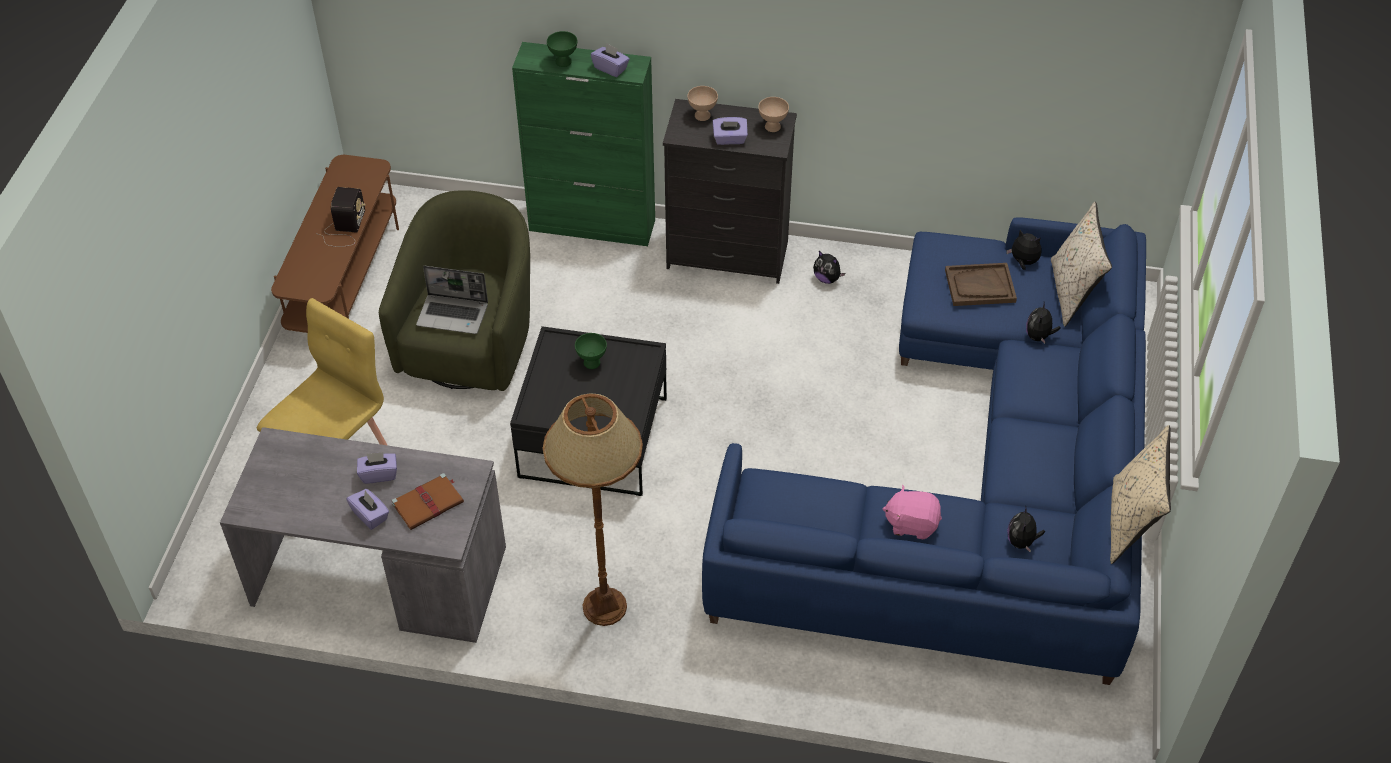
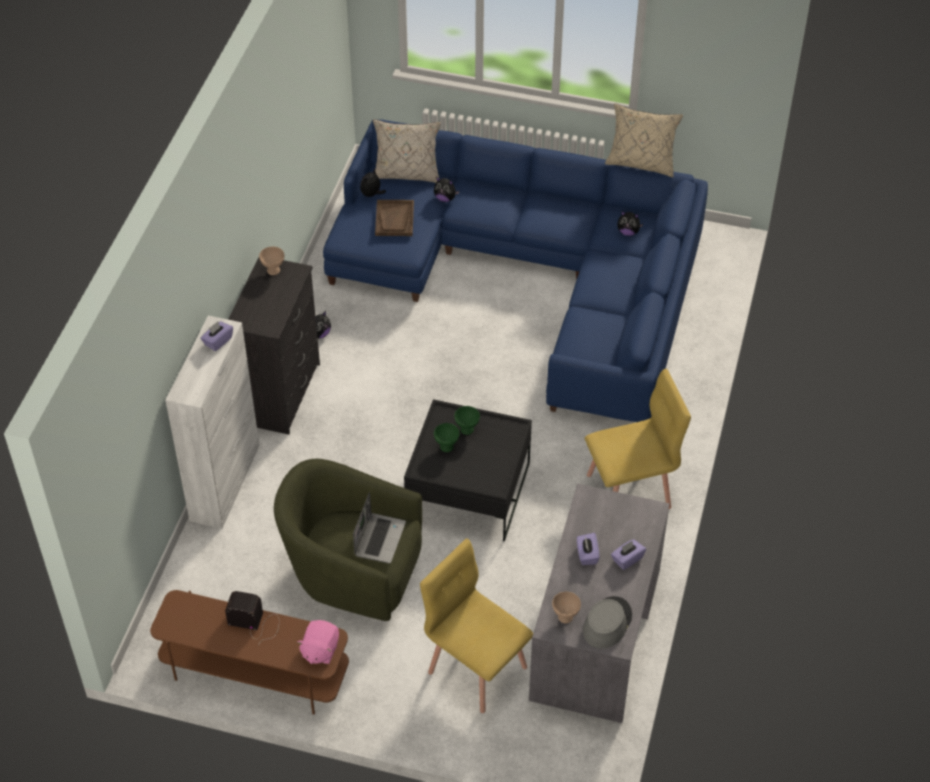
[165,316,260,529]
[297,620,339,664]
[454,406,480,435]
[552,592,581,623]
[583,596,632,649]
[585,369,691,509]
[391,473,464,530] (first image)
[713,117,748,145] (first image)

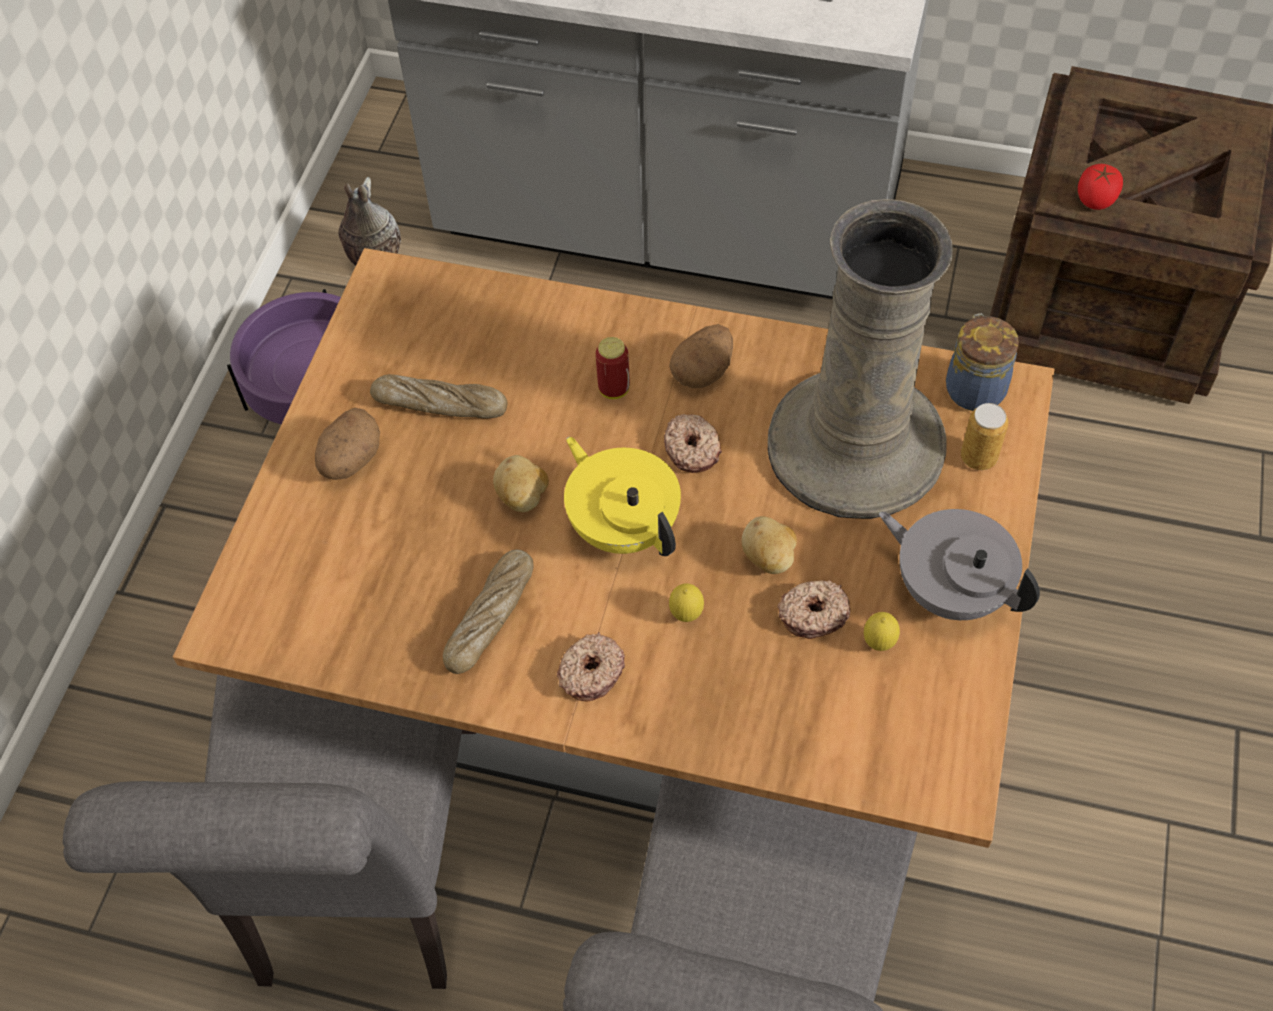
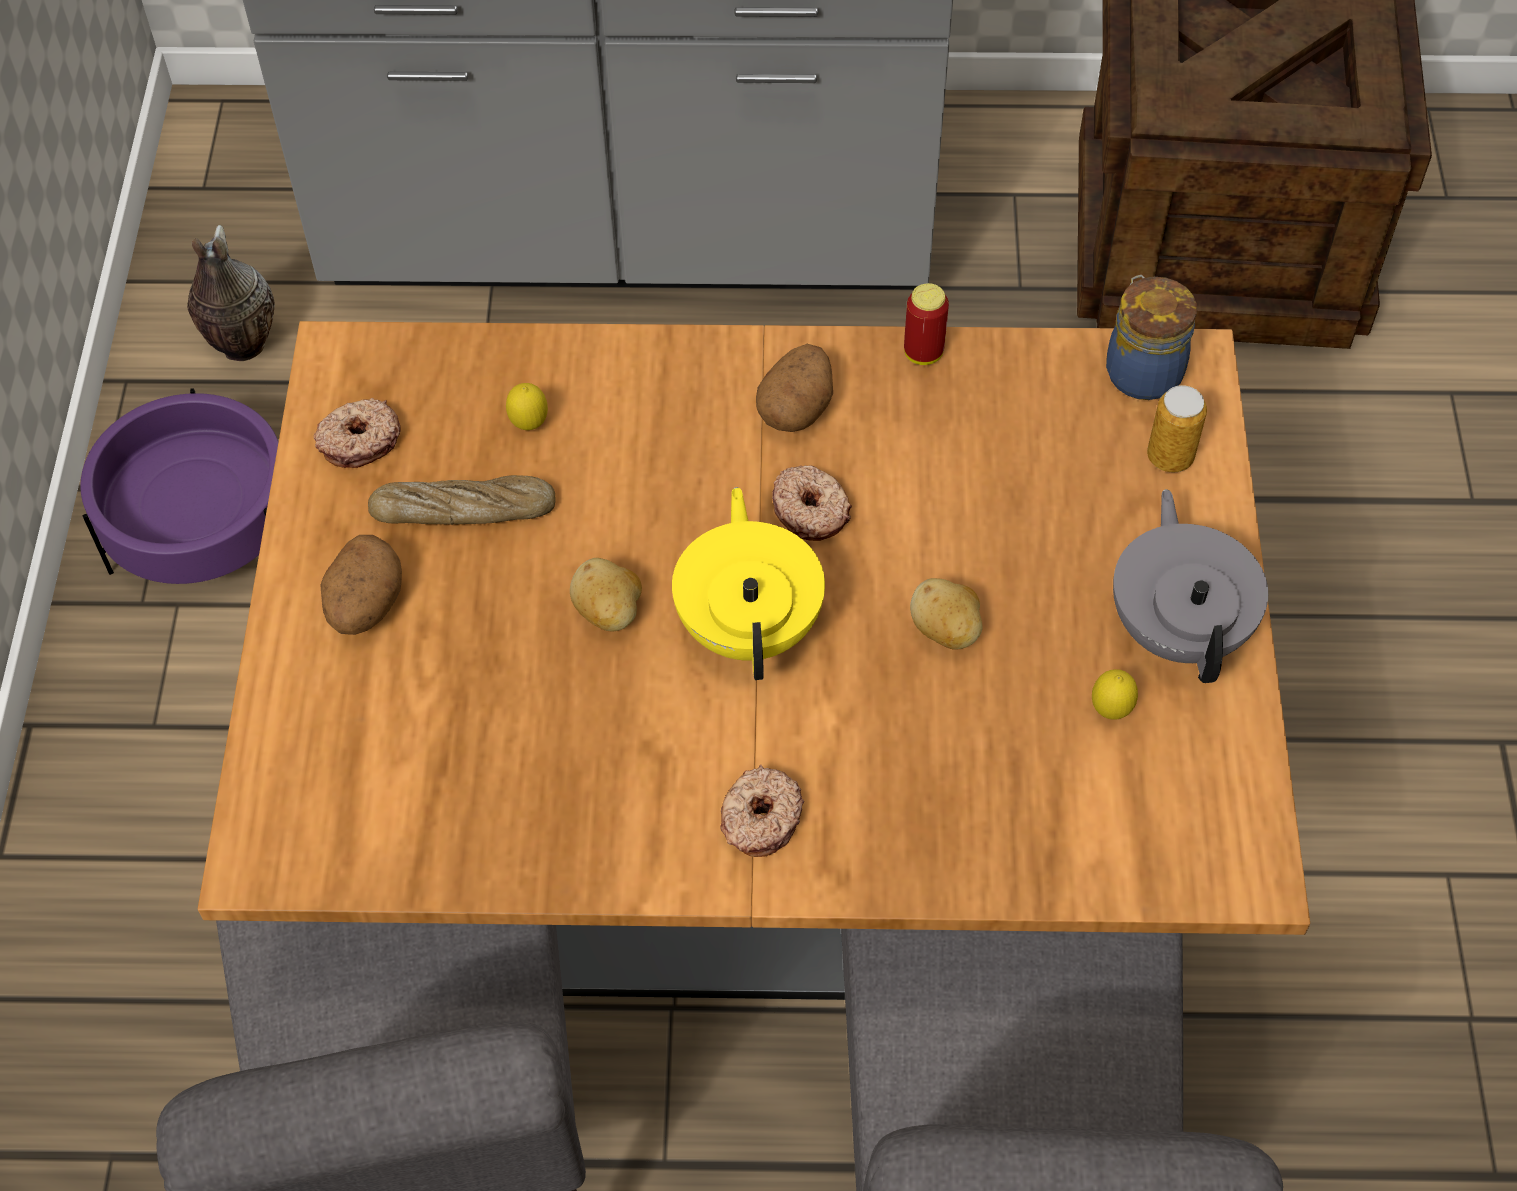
[313,398,400,468]
[506,383,548,430]
[672,487,825,680]
[904,283,949,365]
[1113,489,1268,683]
[443,549,534,674] (first image)
[768,199,953,519] (first image)
[1078,164,1123,210] (first image)

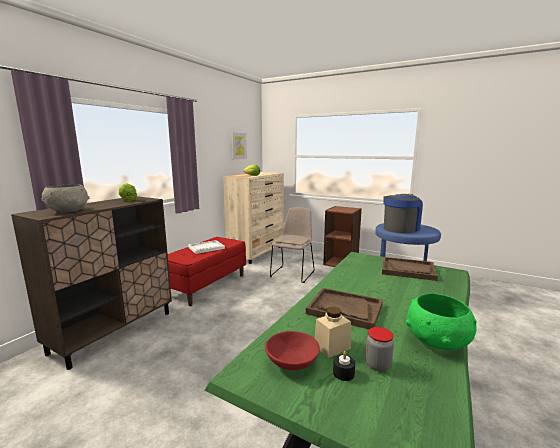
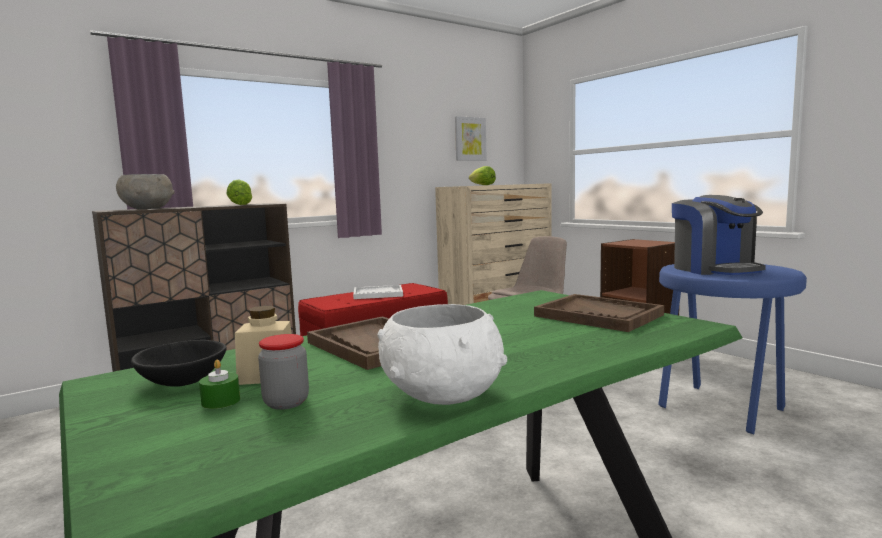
[131,340,227,387]
[199,360,240,409]
[377,304,507,405]
[672,195,766,275]

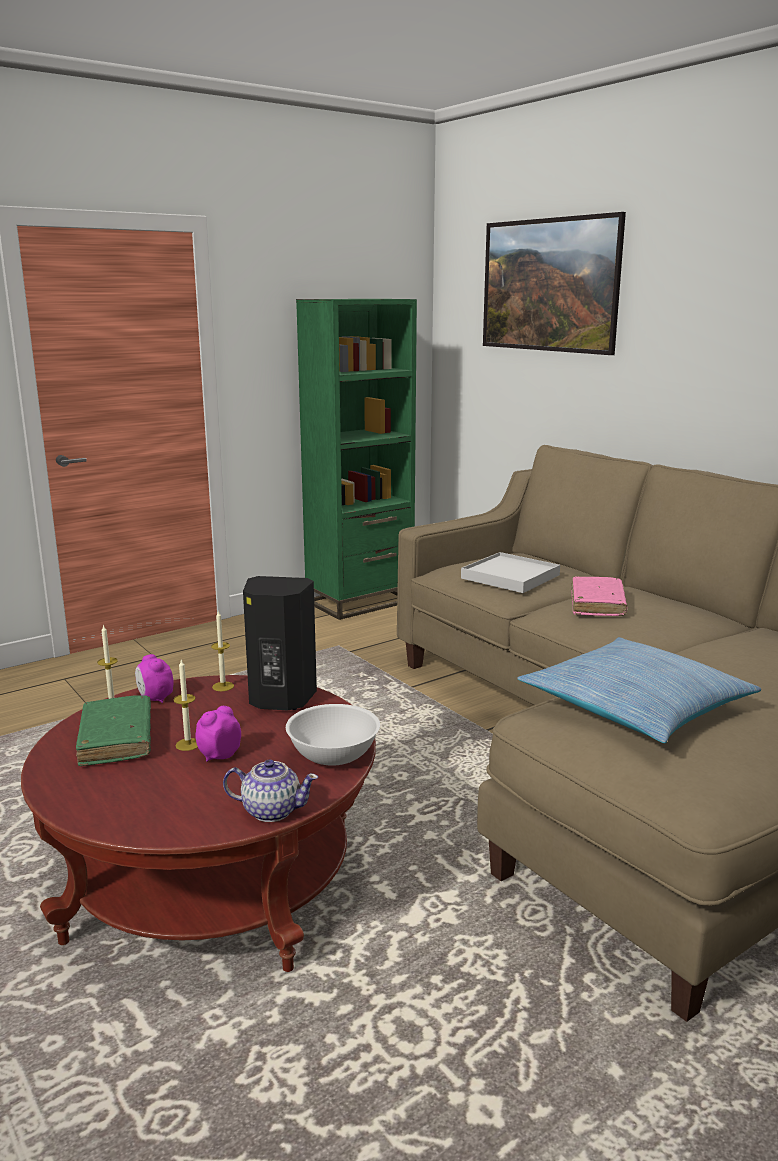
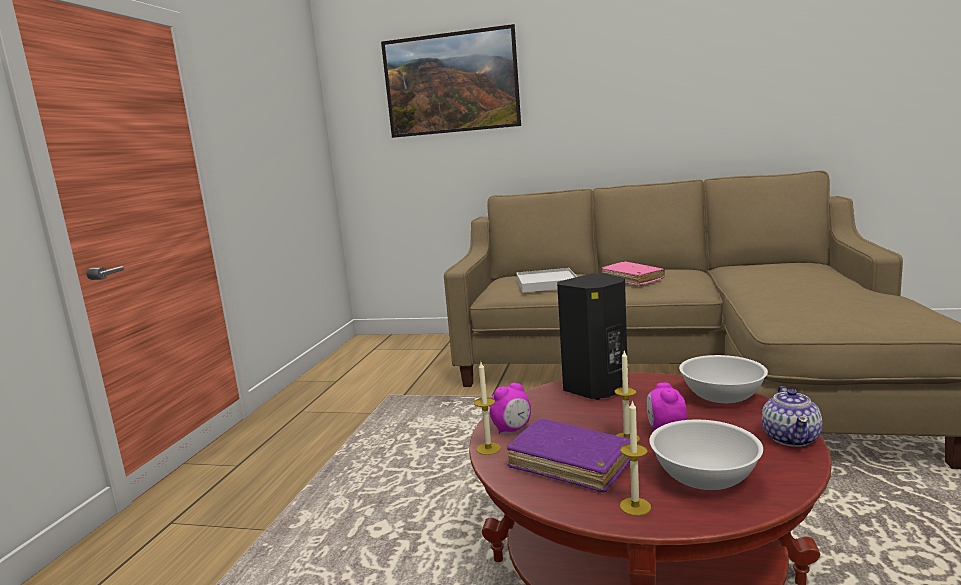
[490,383,531,433]
[507,419,630,492]
[620,400,651,516]
[649,420,763,490]
[762,386,822,447]
[296,299,417,620] (first image)
[517,637,761,743] (first image)

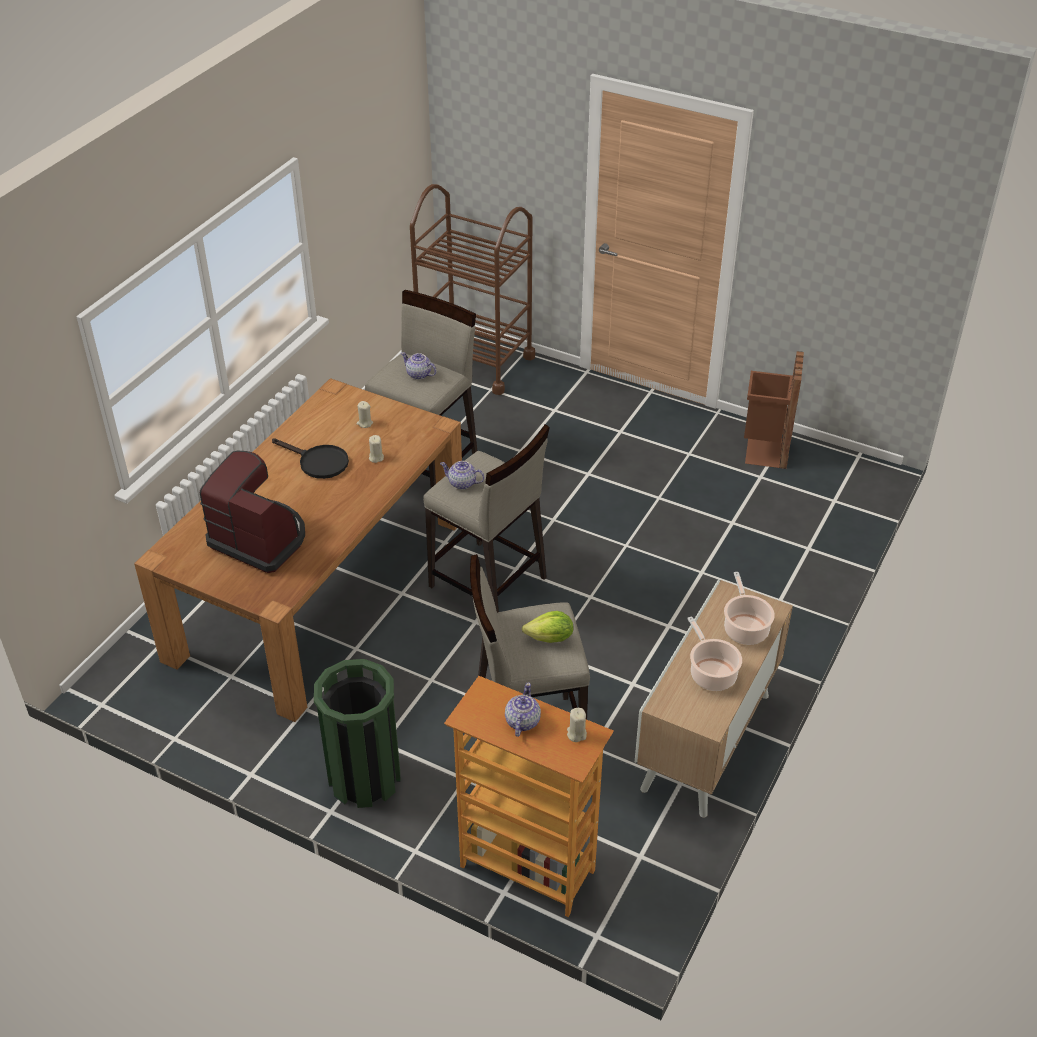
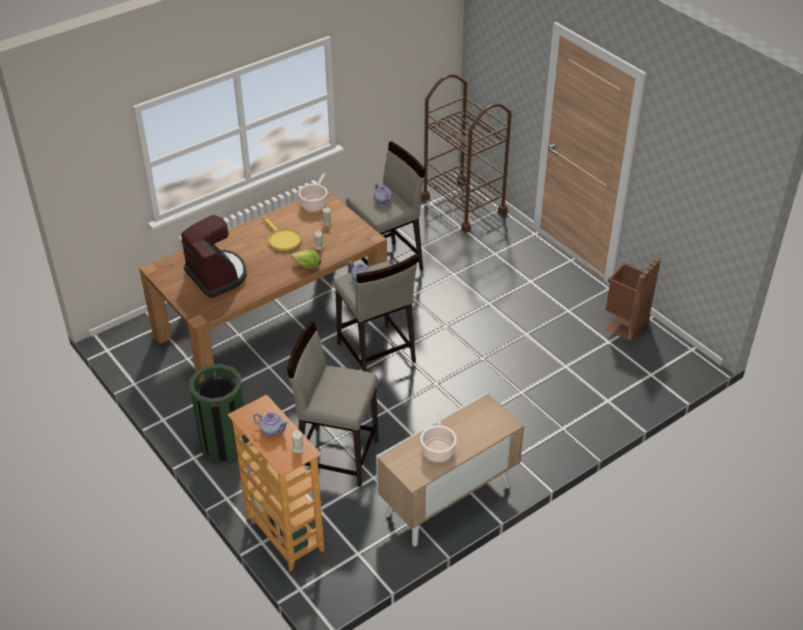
[253,412,289,436]
[262,216,301,251]
[291,250,321,269]
[298,173,327,211]

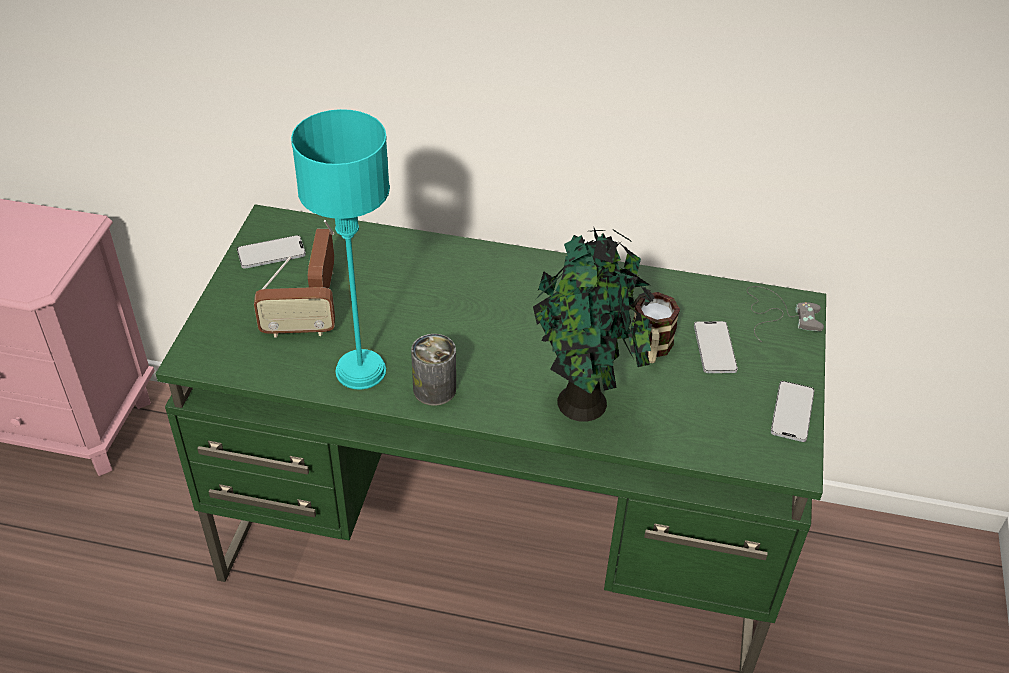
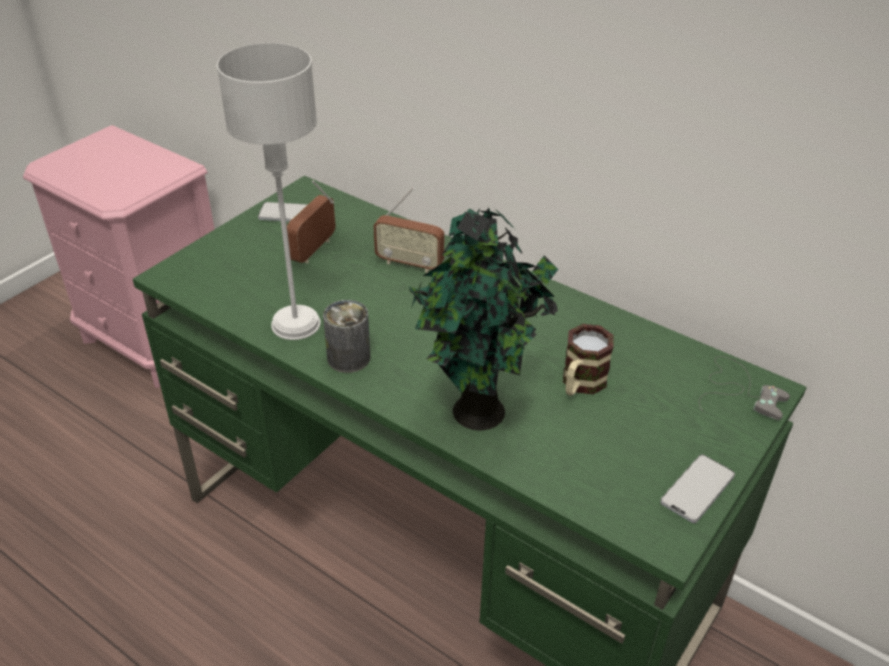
[217,43,321,340]
[373,187,444,273]
[694,321,738,373] (first image)

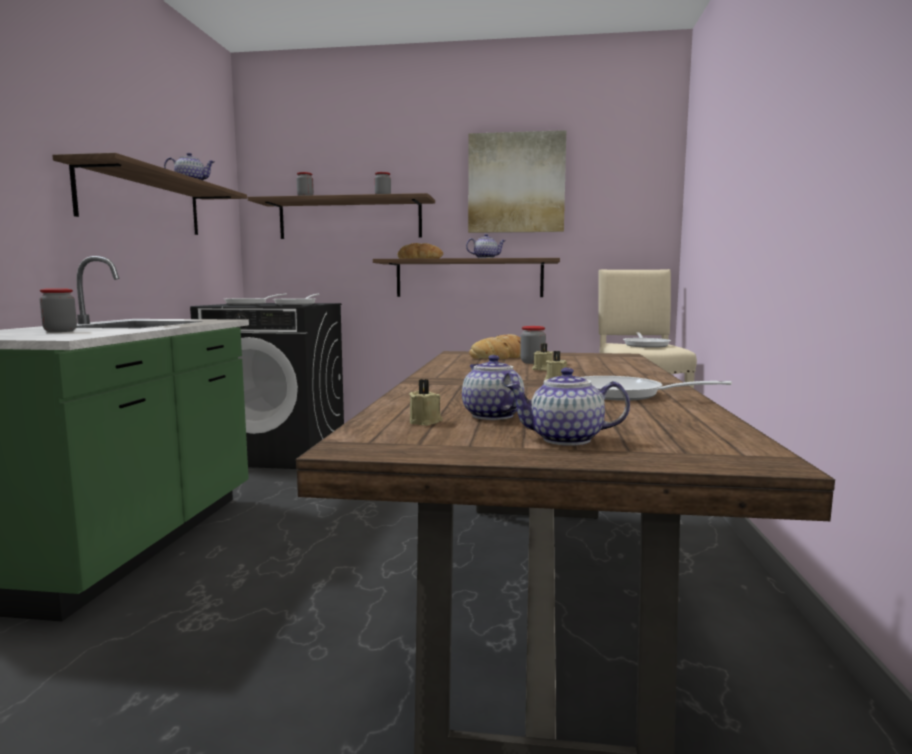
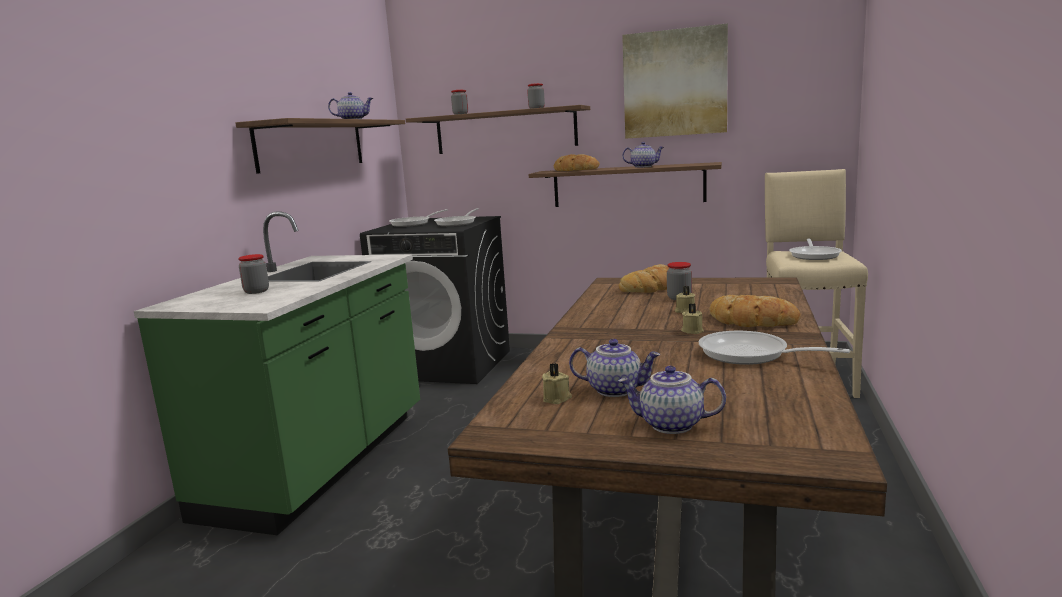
[569,339,661,397]
[709,295,801,327]

